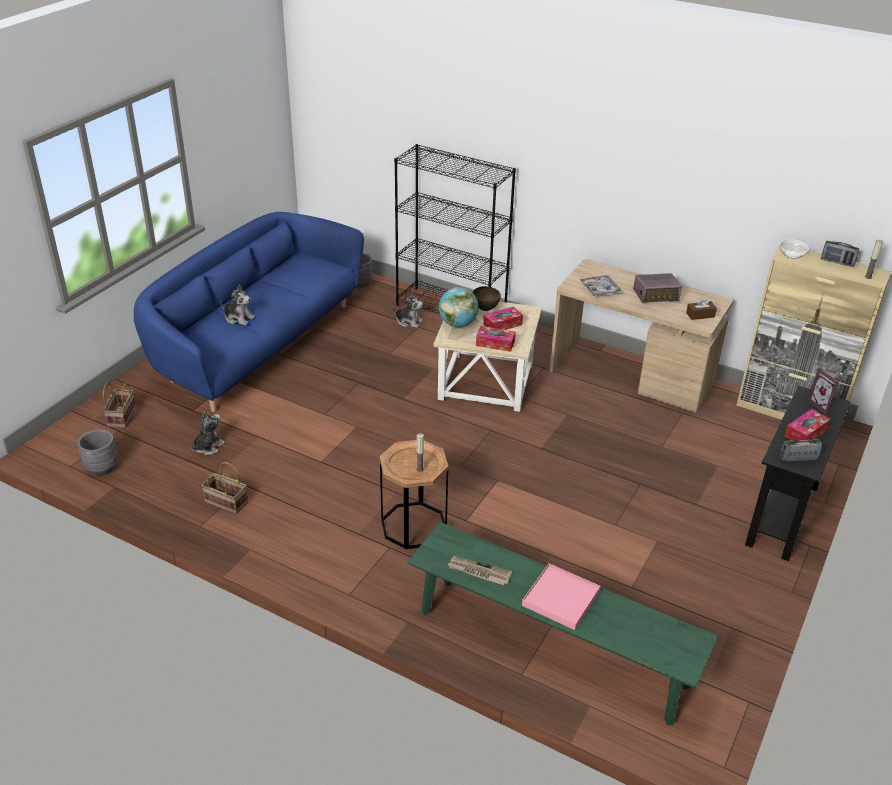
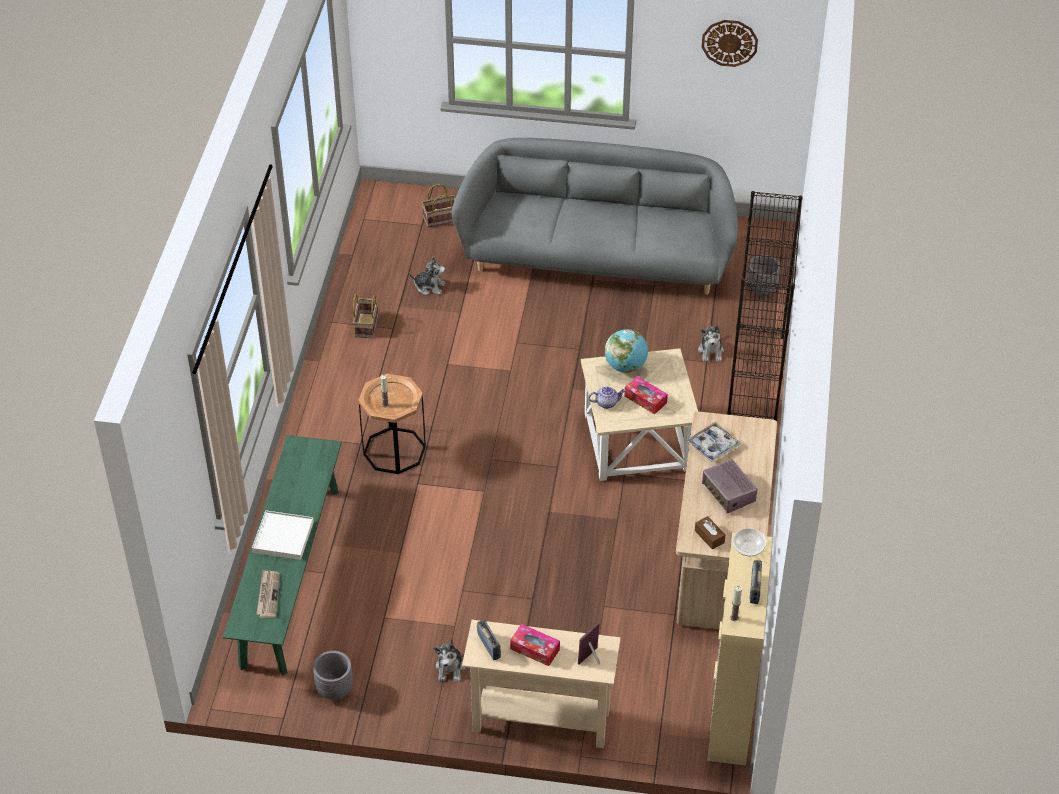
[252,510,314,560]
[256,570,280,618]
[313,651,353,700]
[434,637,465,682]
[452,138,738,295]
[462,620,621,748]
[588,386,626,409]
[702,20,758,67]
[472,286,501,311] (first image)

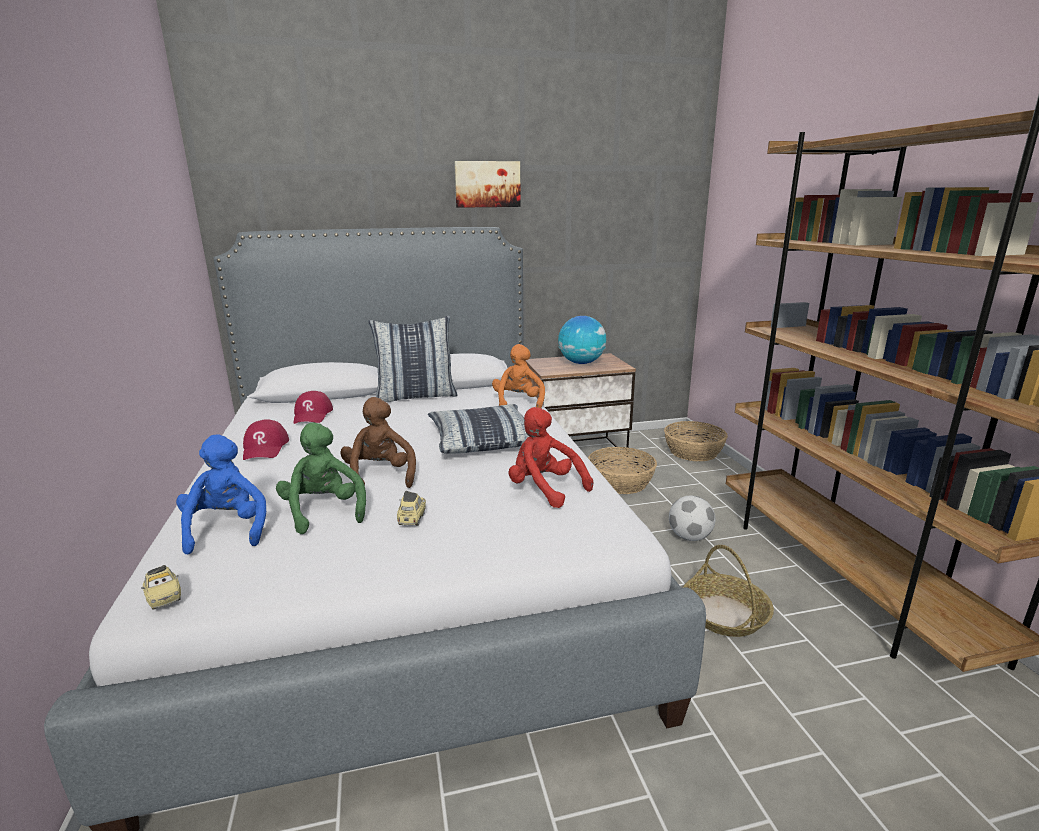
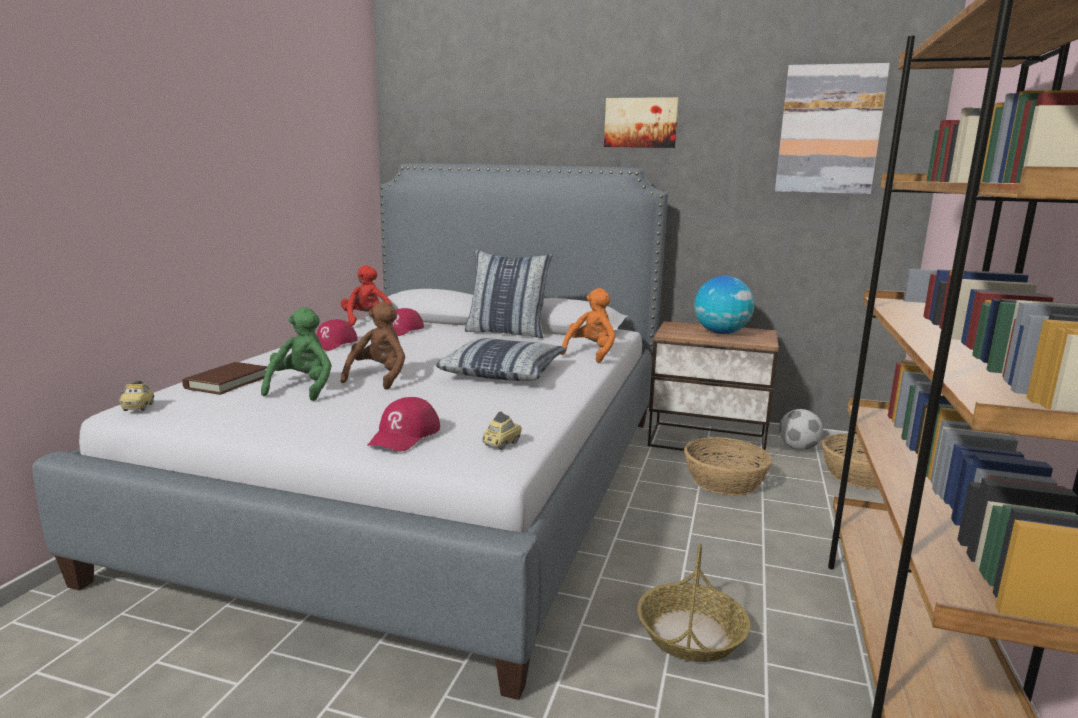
[182,362,268,395]
[341,265,392,326]
[367,397,440,451]
[482,411,522,450]
[775,63,890,194]
[779,409,823,450]

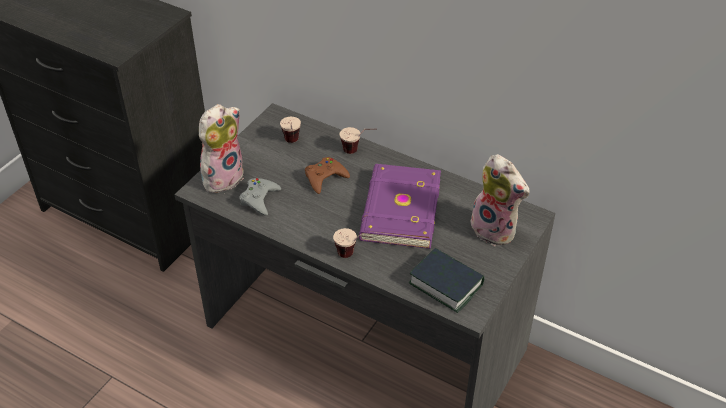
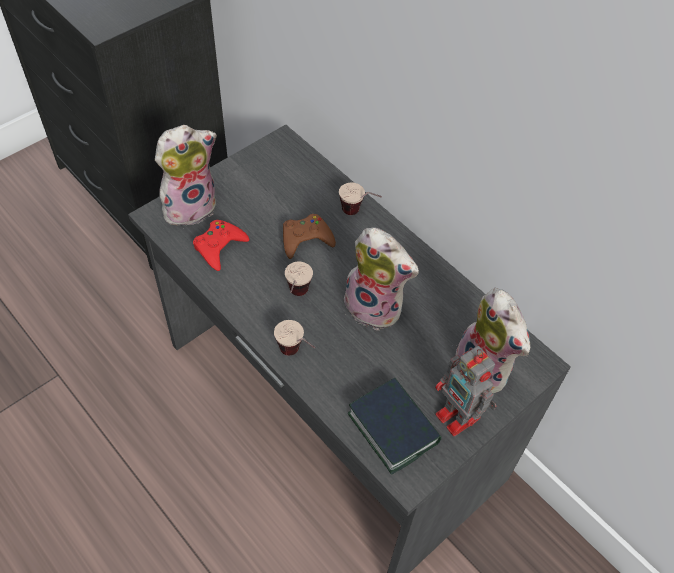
[193,220,249,271]
[285,261,313,296]
[341,227,419,330]
[435,346,496,436]

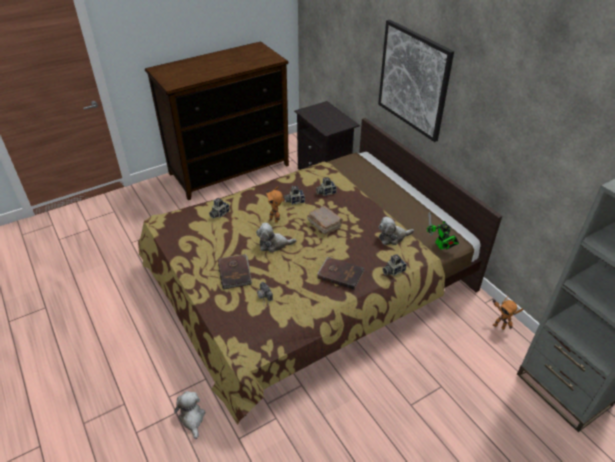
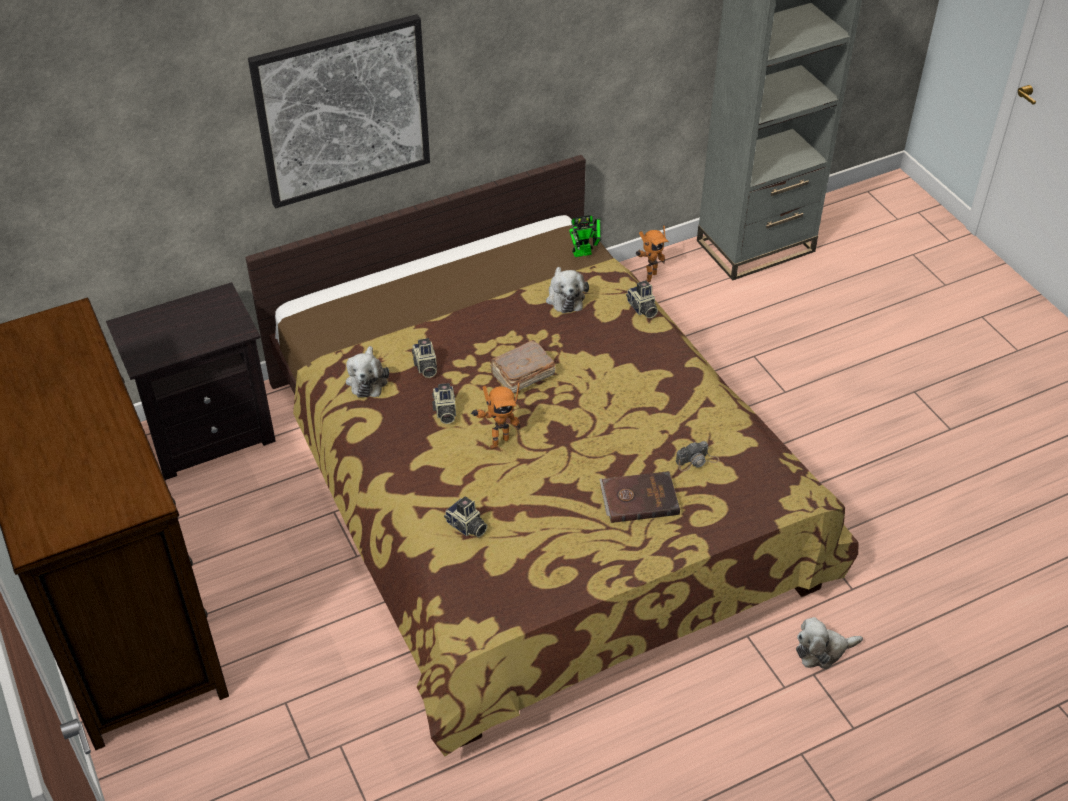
[346,346,389,397]
[318,257,364,290] (first image)

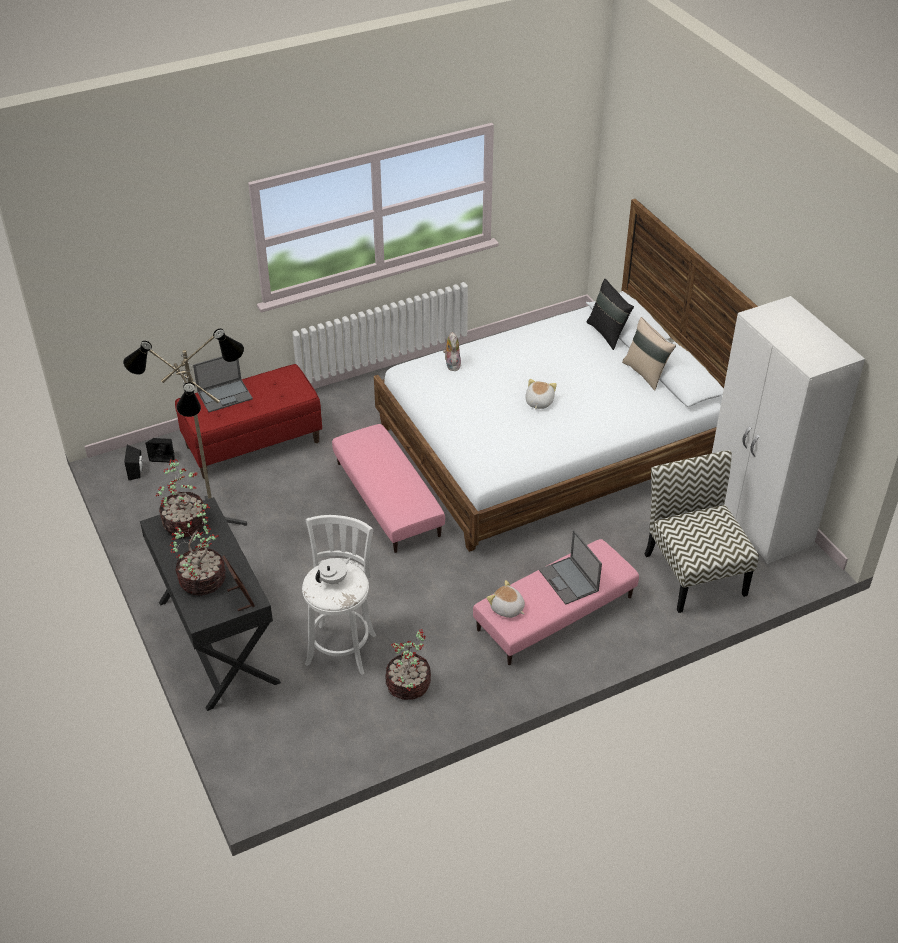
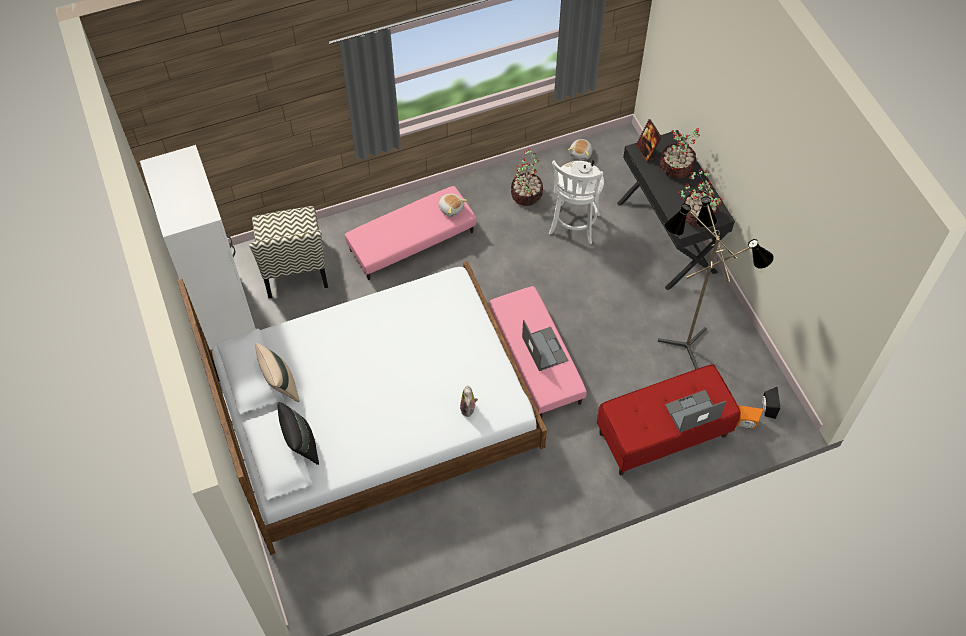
[522,320,568,371]
[568,139,592,160]
[737,405,763,429]

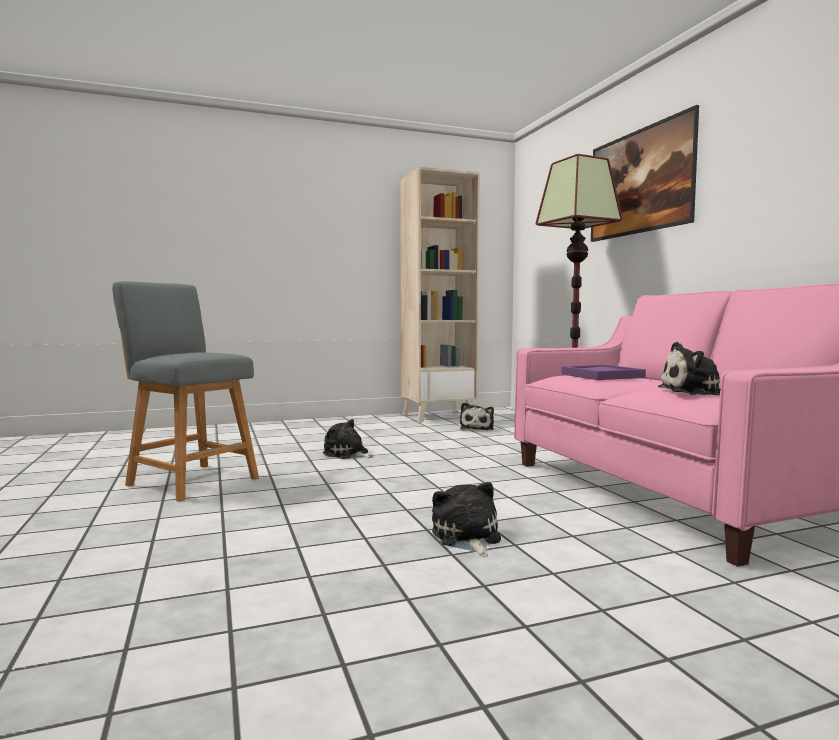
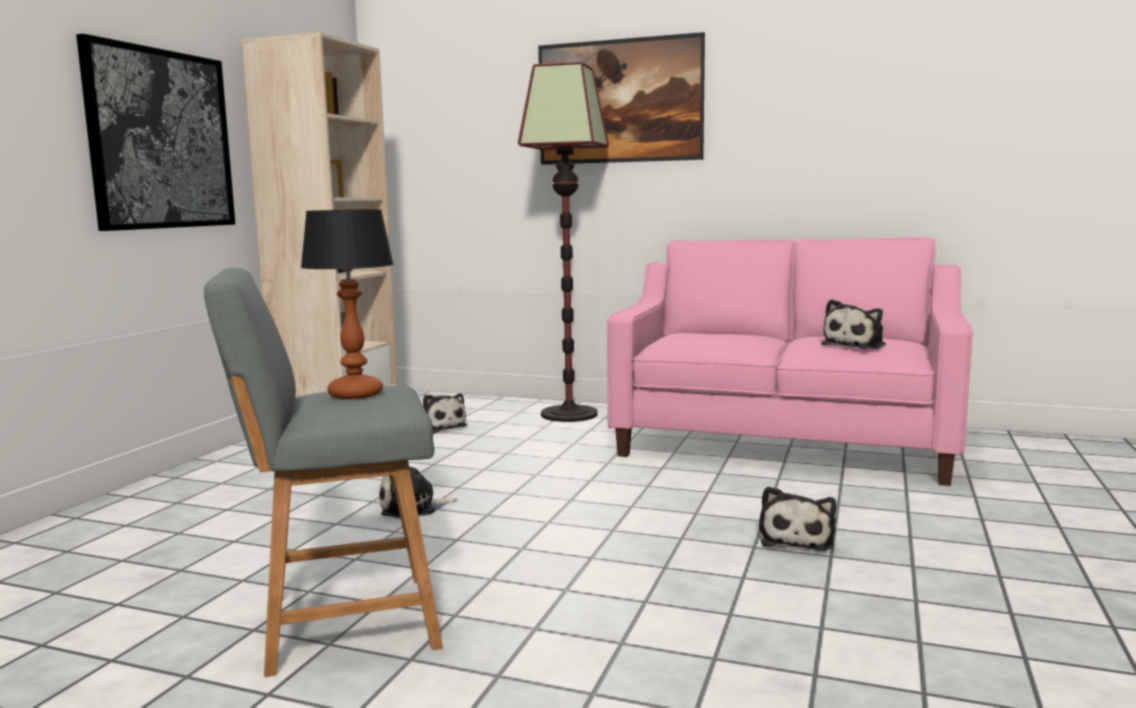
[76,34,235,231]
[301,209,394,399]
[759,486,836,551]
[562,365,646,380] (first image)

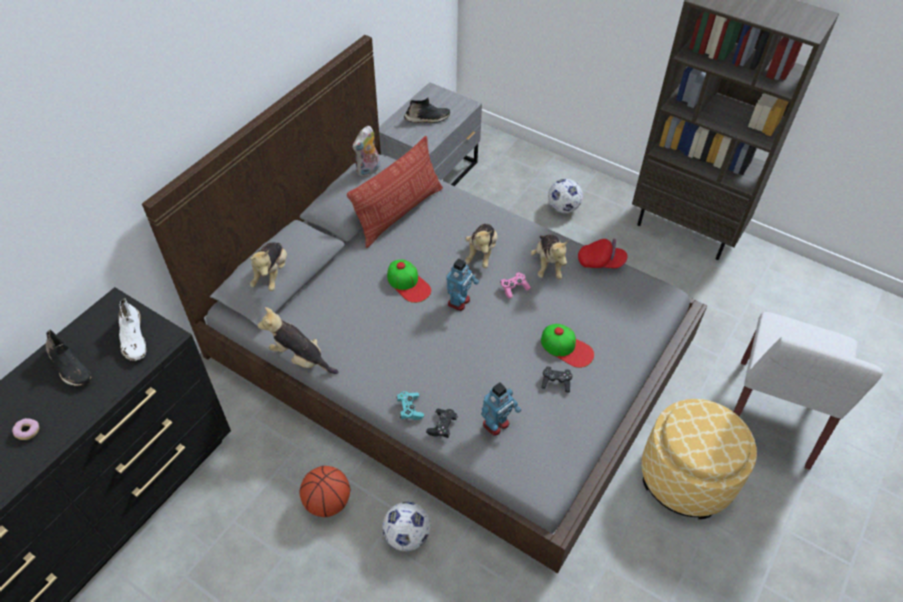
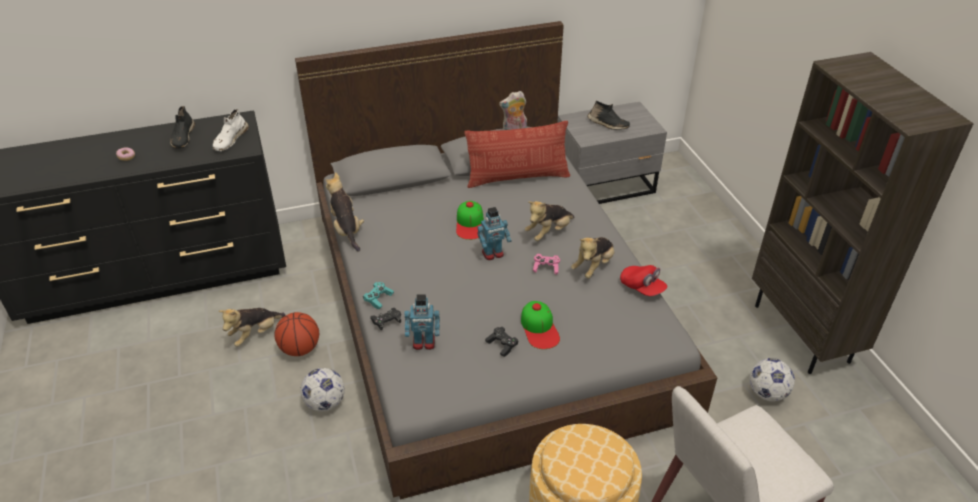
[218,308,285,347]
[750,358,795,402]

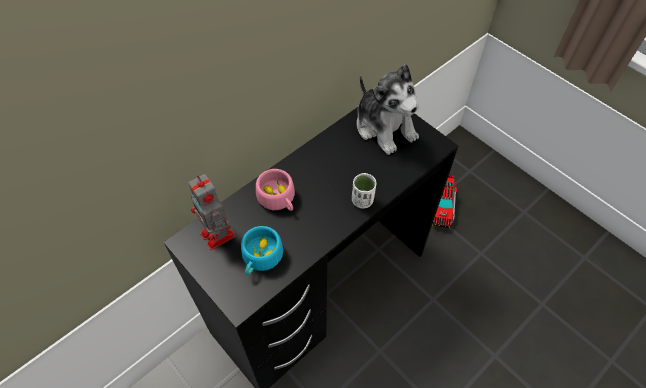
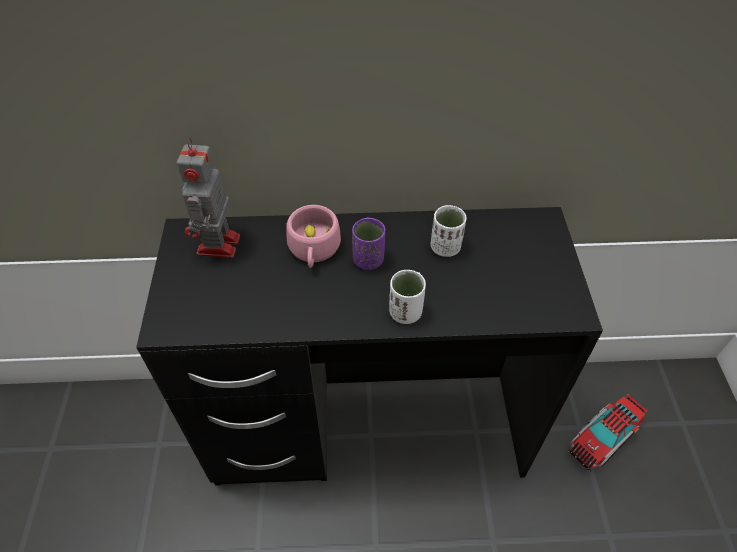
[352,217,385,270]
[430,205,466,257]
[241,226,283,276] (first image)
[357,64,419,155] (first image)

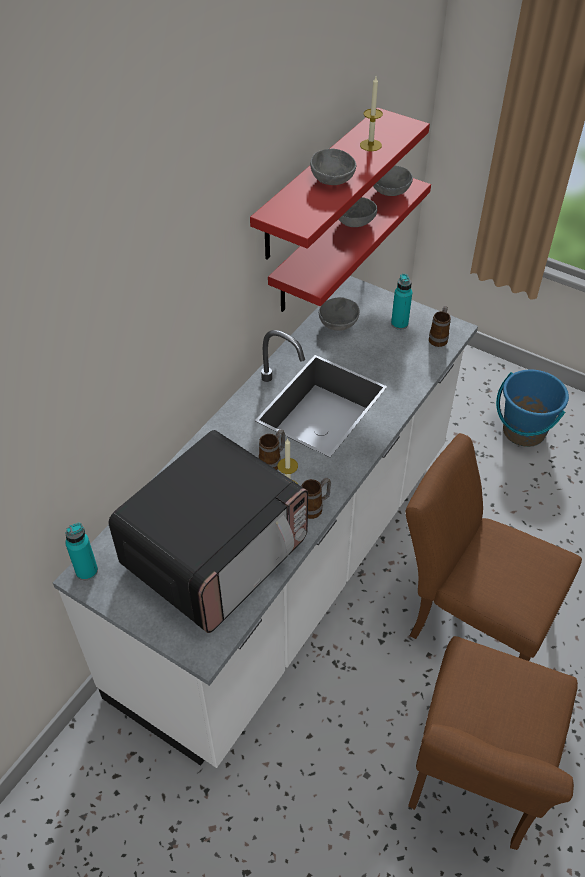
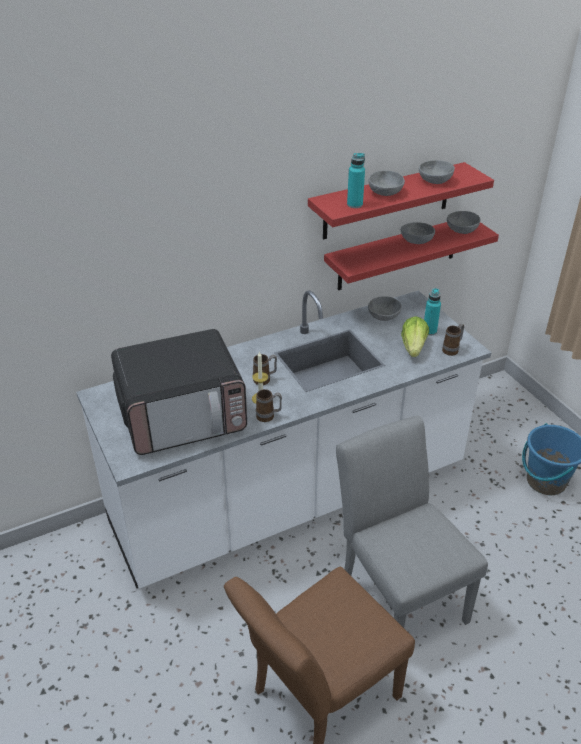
[336,415,488,628]
[347,153,365,208]
[401,316,429,357]
[419,160,455,184]

